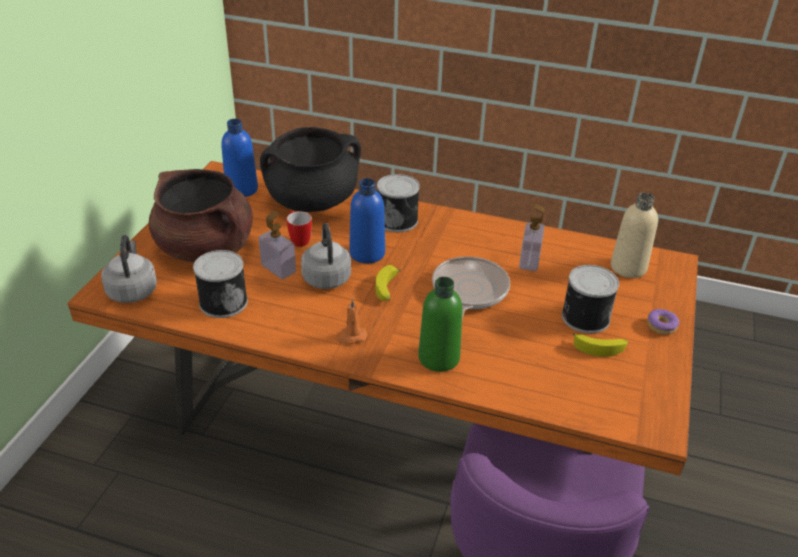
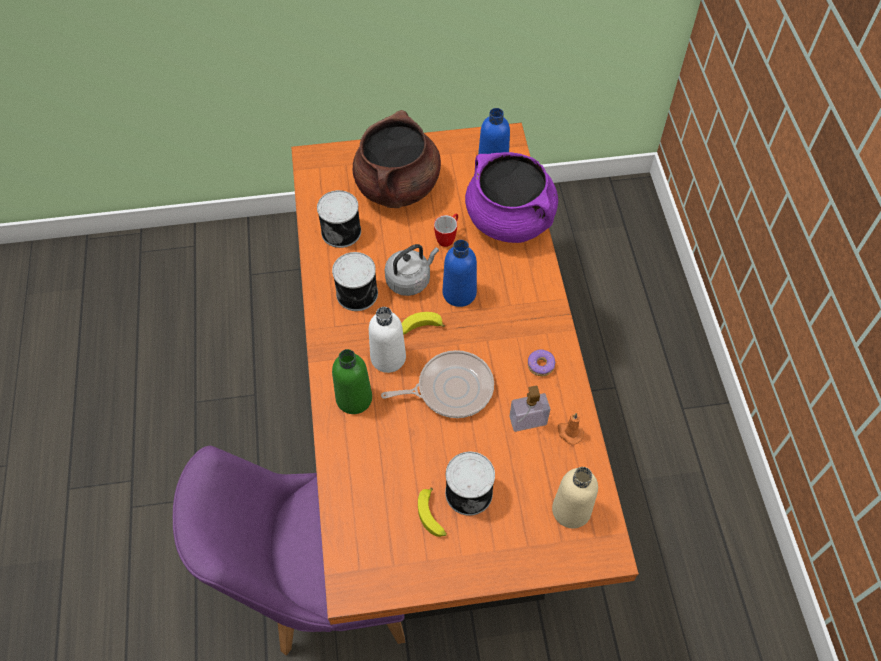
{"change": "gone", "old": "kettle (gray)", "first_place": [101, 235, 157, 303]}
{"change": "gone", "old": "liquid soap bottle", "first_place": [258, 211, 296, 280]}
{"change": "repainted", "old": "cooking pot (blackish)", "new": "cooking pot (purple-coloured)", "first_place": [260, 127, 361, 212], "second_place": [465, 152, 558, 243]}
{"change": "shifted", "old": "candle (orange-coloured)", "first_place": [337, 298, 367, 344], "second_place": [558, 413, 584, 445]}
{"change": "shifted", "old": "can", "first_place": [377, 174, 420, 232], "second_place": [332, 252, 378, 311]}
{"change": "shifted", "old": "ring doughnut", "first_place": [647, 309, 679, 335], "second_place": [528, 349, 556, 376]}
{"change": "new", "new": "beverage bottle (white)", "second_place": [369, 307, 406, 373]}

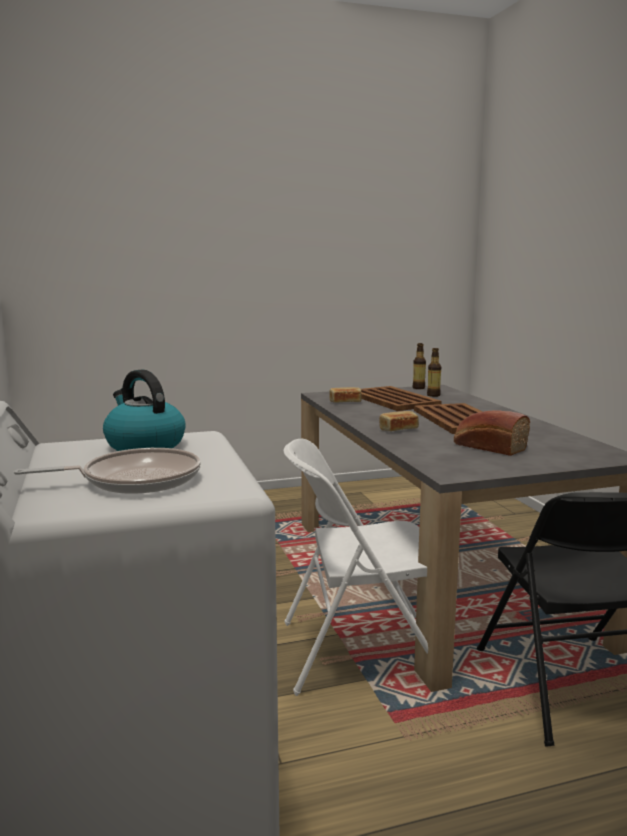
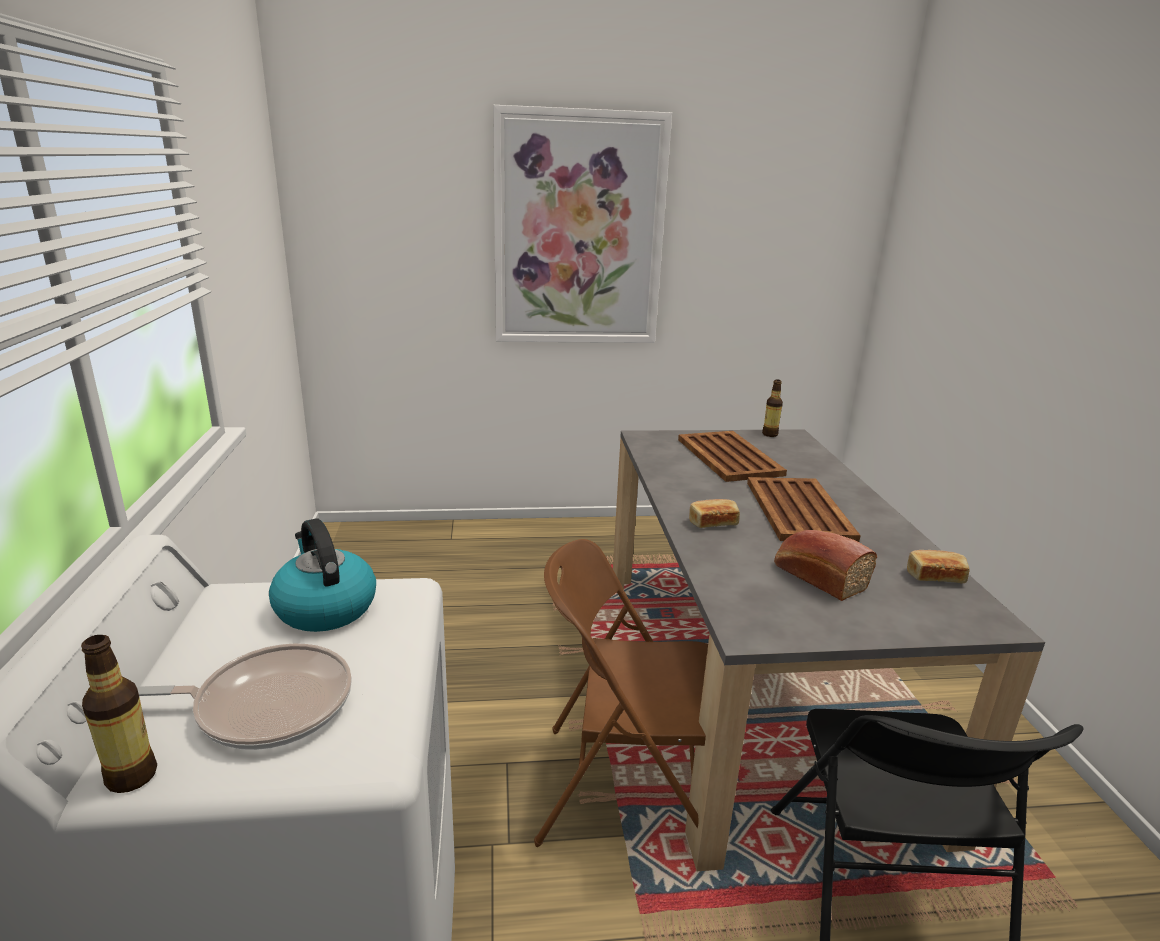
{"change": "repainted", "old": "chair (white)", "new": "chair (brown-coloured)", "first_place": [284, 439, 428, 696], "second_place": [534, 539, 708, 847]}
{"change": "shifted", "old": "bakery bread", "first_place": [329, 387, 362, 403], "second_place": [907, 550, 969, 583]}
{"change": "shifted", "old": "beverage bottle", "first_place": [427, 348, 441, 397], "second_place": [81, 635, 157, 793]}
{"change": "new", "new": "wall picture", "second_place": [493, 105, 672, 343]}

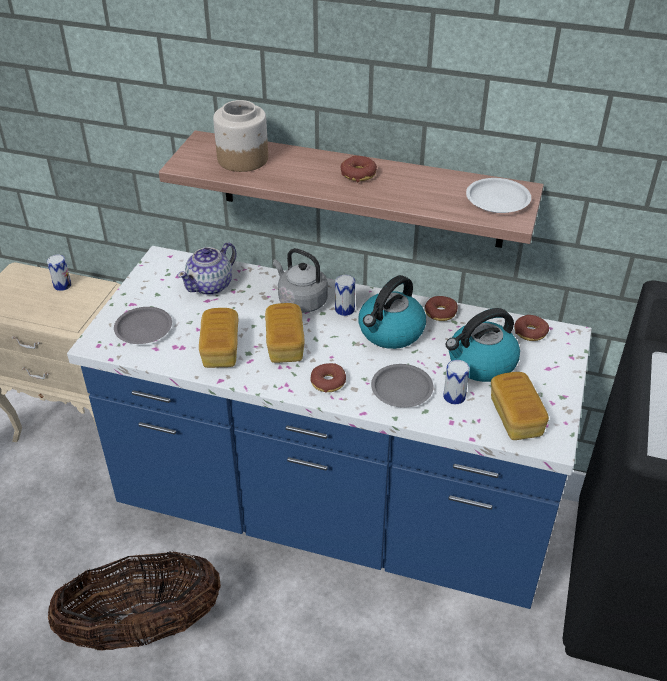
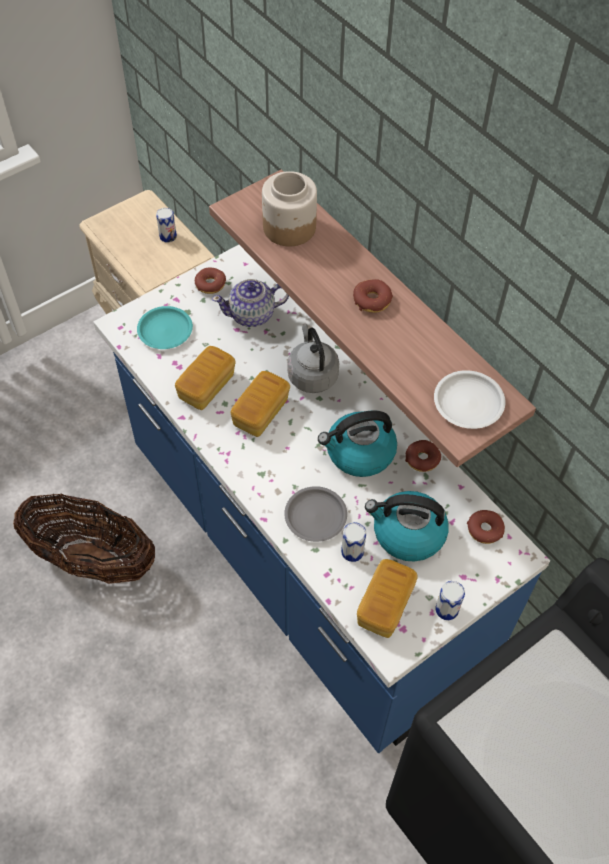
{"change": "repainted", "old": "dinner plate (gray)", "new": "dinner plate (turquoise)", "first_place": [114, 307, 172, 344], "second_place": [137, 306, 193, 349]}
{"change": "shifted", "old": "ring doughnut", "first_place": [310, 363, 346, 392], "second_place": [195, 267, 226, 294]}
{"change": "shifted", "old": "can", "first_place": [335, 275, 355, 316], "second_place": [436, 581, 465, 620]}

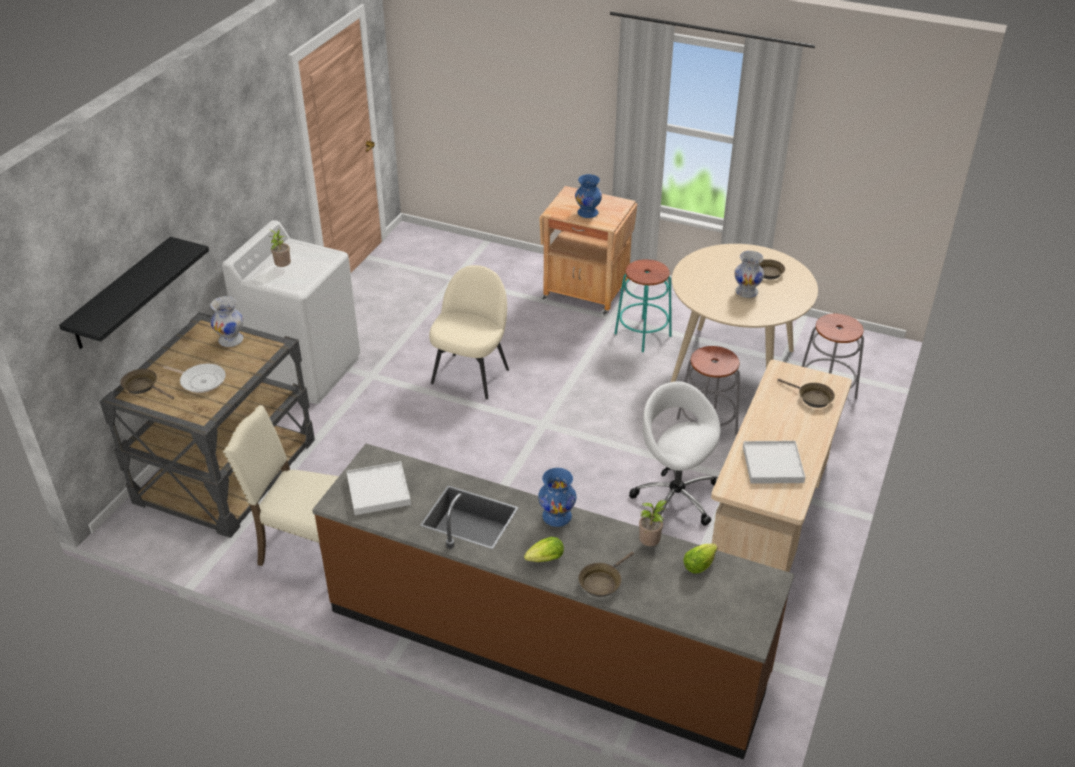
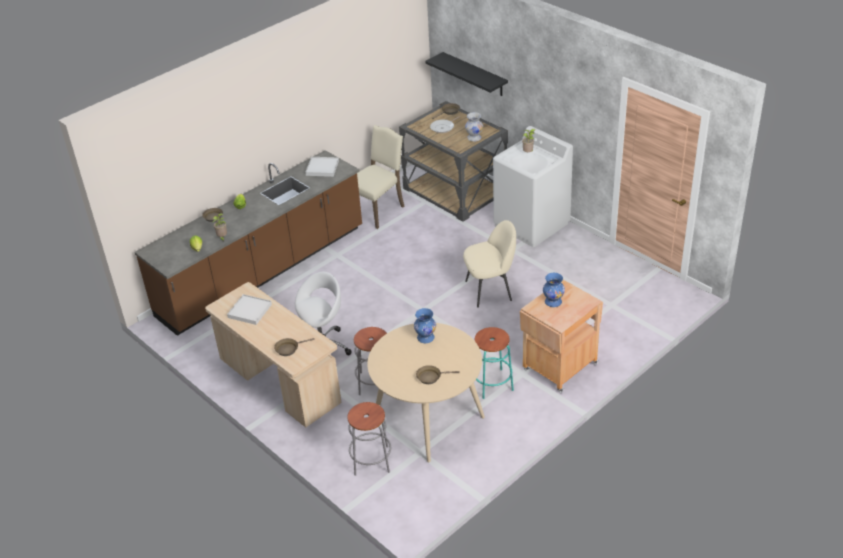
{"change": "rotated", "old": "chair (beige)", "first_place": [429, 265, 509, 400], "second_place": [463, 220, 516, 308], "degrees": -60}
{"change": "shifted", "old": "vase (blue-coloured)", "first_place": [538, 468, 577, 527], "second_place": [414, 308, 436, 343]}
{"change": "gone", "old": "vase (white)", "first_place": [734, 251, 764, 298]}

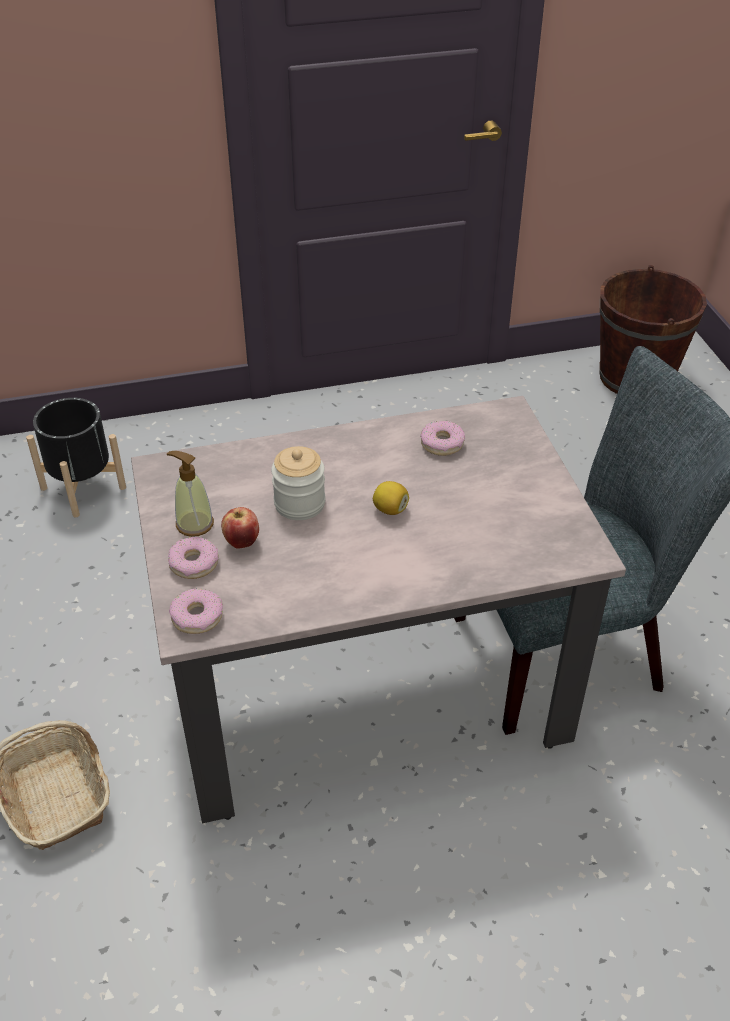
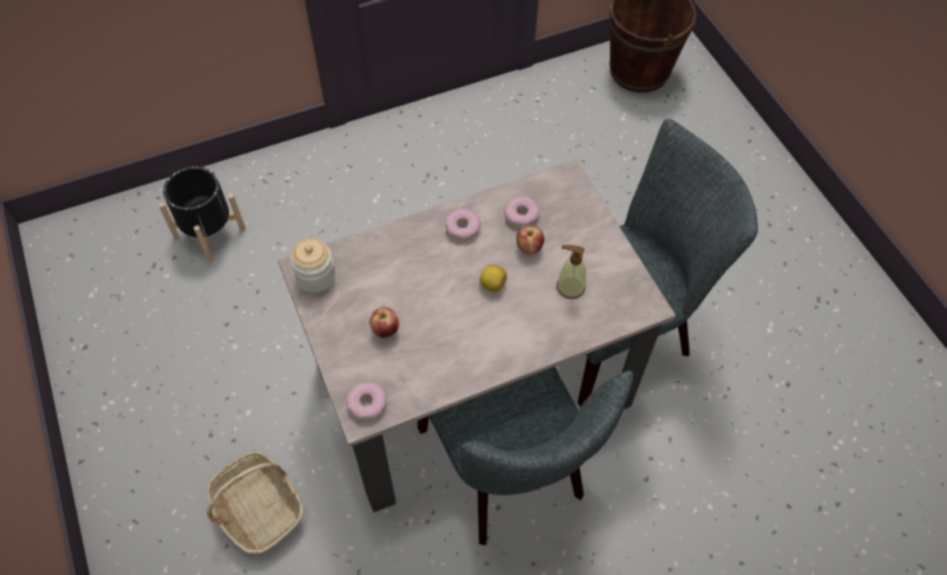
{"change": "shifted", "old": "liquid soap bottle", "first_place": [167, 451, 214, 537], "second_place": [556, 245, 586, 299]}
{"change": "shifted", "old": "ring doughnut", "first_place": [168, 537, 218, 579], "second_place": [445, 209, 481, 241]}
{"change": "shifted", "old": "storage jar", "first_place": [271, 446, 325, 520], "second_place": [290, 238, 336, 293]}
{"change": "new", "new": "chair (gray)", "second_place": [417, 367, 633, 545]}
{"change": "new", "new": "apple", "second_place": [516, 226, 544, 254]}

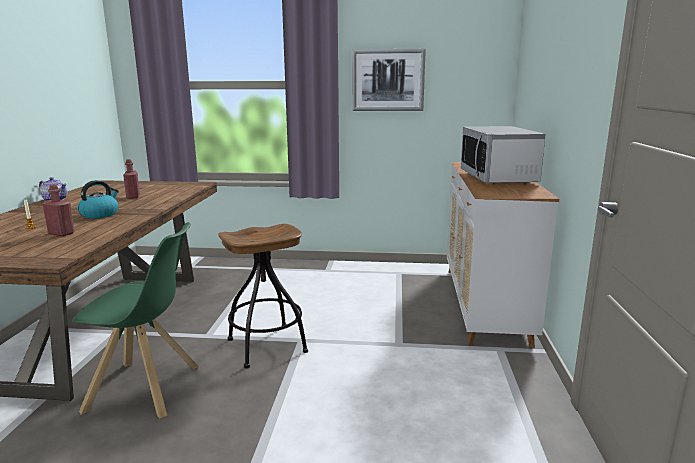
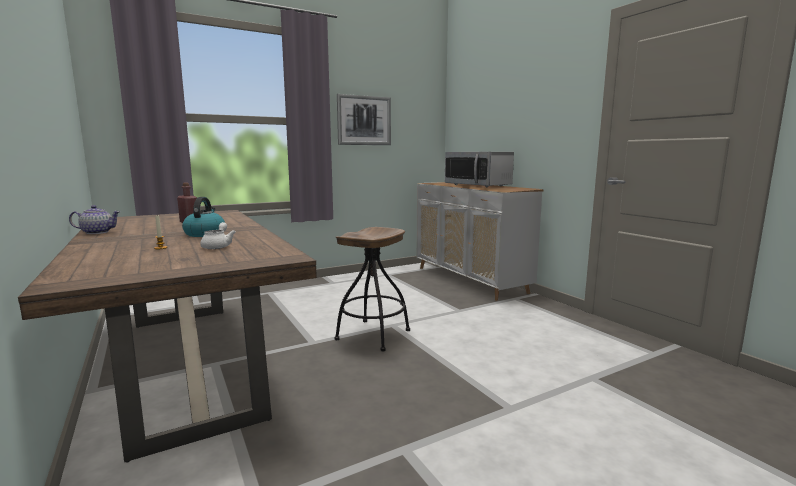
{"change": "swapped", "old": "beverage bottle (red)", "new": "teapot (white)", "first_place": [43, 185, 75, 236], "second_place": [200, 222, 236, 249]}
{"change": "gone", "old": "chair (green-coloured)", "first_place": [72, 222, 199, 419]}

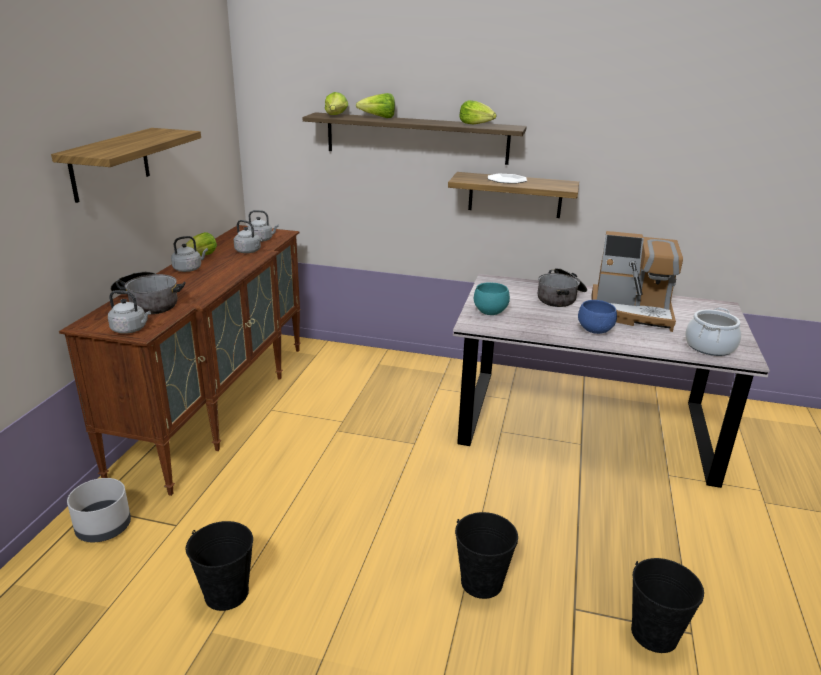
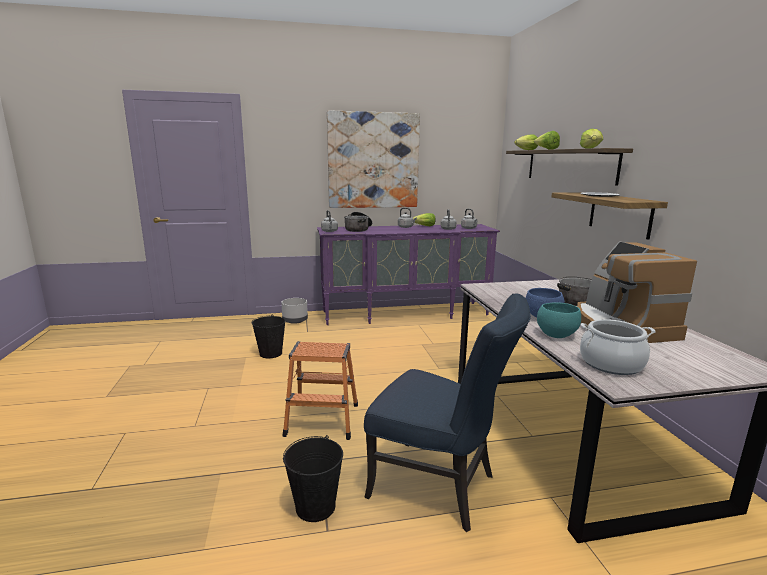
{"change": "swapped", "old": "bracket shelf", "new": "wall picture", "first_place": [51, 128, 201, 203], "second_place": [327, 110, 420, 208]}
{"change": "repainted", "old": "storage cabinet (brown-coloured)", "new": "storage cabinet (purple-coloured)", "first_place": [59, 225, 301, 496], "second_place": [317, 224, 500, 325]}
{"change": "swapped", "old": "bucket (blackish)", "new": "step stool (orange-coloured)", "first_place": [455, 512, 518, 599], "second_place": [283, 341, 358, 440]}
{"change": "shifted", "old": "serving bowl (turquoise)", "first_place": [474, 282, 510, 315], "second_place": [537, 302, 581, 338]}
{"change": "new", "new": "chair (blue-coloured)", "second_place": [364, 294, 531, 532]}

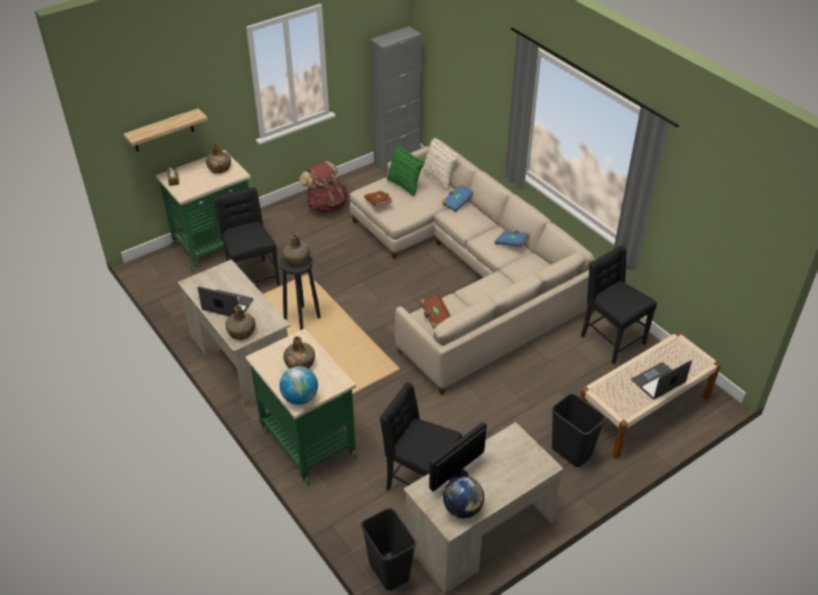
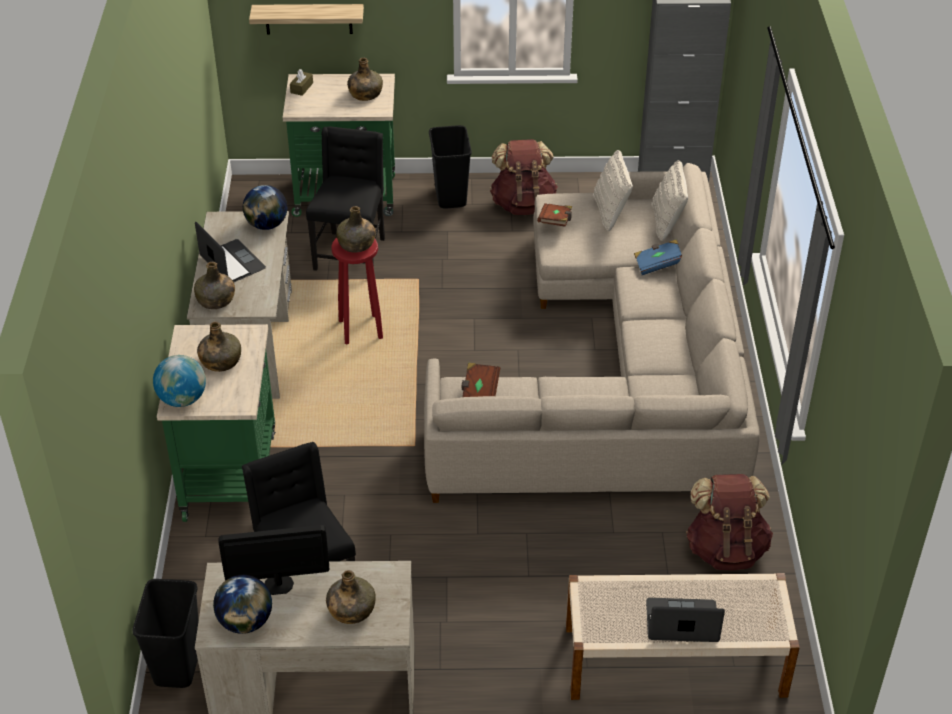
{"change": "repainted", "old": "stool seat (blackish)", "new": "stool seat (red)", "first_place": [280, 256, 321, 330], "second_place": [331, 238, 383, 344]}
{"change": "repainted", "old": "cushion (green-coloured)", "new": "cushion (beige)", "first_place": [387, 145, 425, 196], "second_place": [593, 150, 633, 231]}
{"change": "gone", "old": "bound book (blue-coloured)", "first_place": [495, 230, 530, 247]}
{"change": "shifted", "old": "waste bin (blackish)", "first_place": [552, 393, 606, 467], "second_place": [429, 125, 472, 209]}
{"change": "swapped", "old": "chair (blackish)", "new": "knapsack (brown-coloured)", "first_place": [581, 245, 657, 364], "second_place": [686, 474, 773, 570]}
{"change": "new", "new": "desk globe", "second_place": [243, 185, 287, 230]}
{"change": "new", "new": "beverage bottle (green-coloured)", "second_place": [326, 570, 376, 624]}

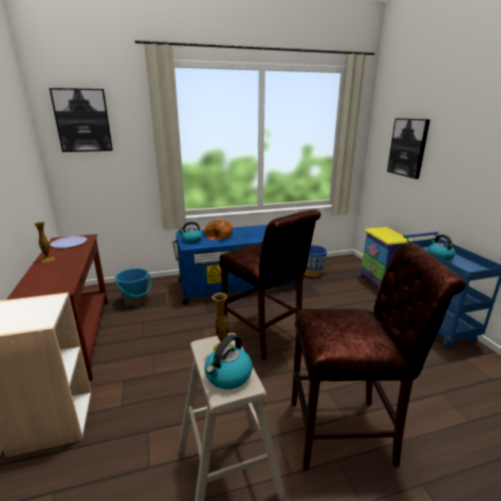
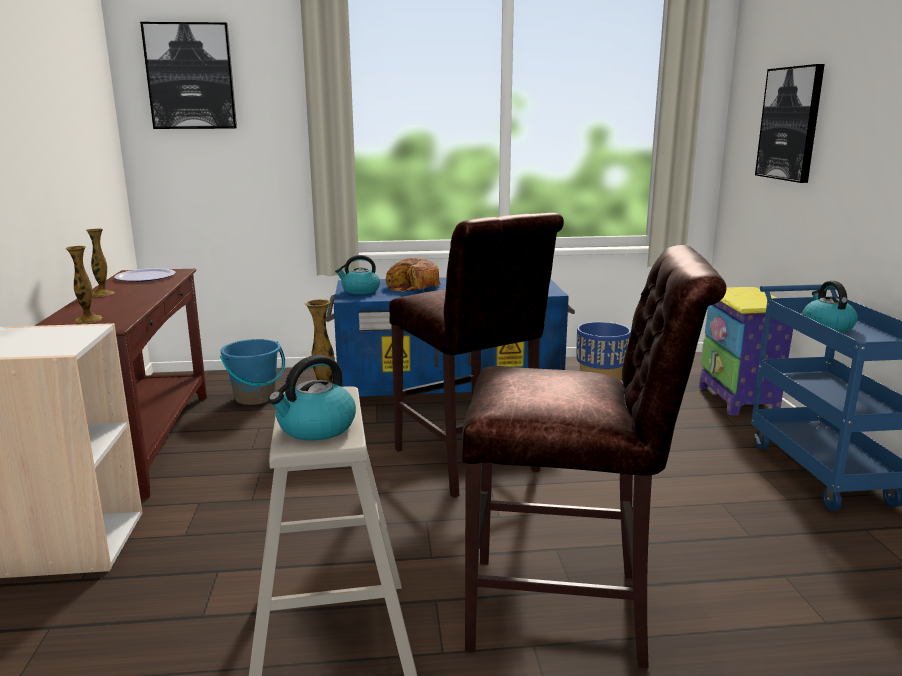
{"change": "new", "new": "vase", "second_place": [66, 246, 103, 323]}

